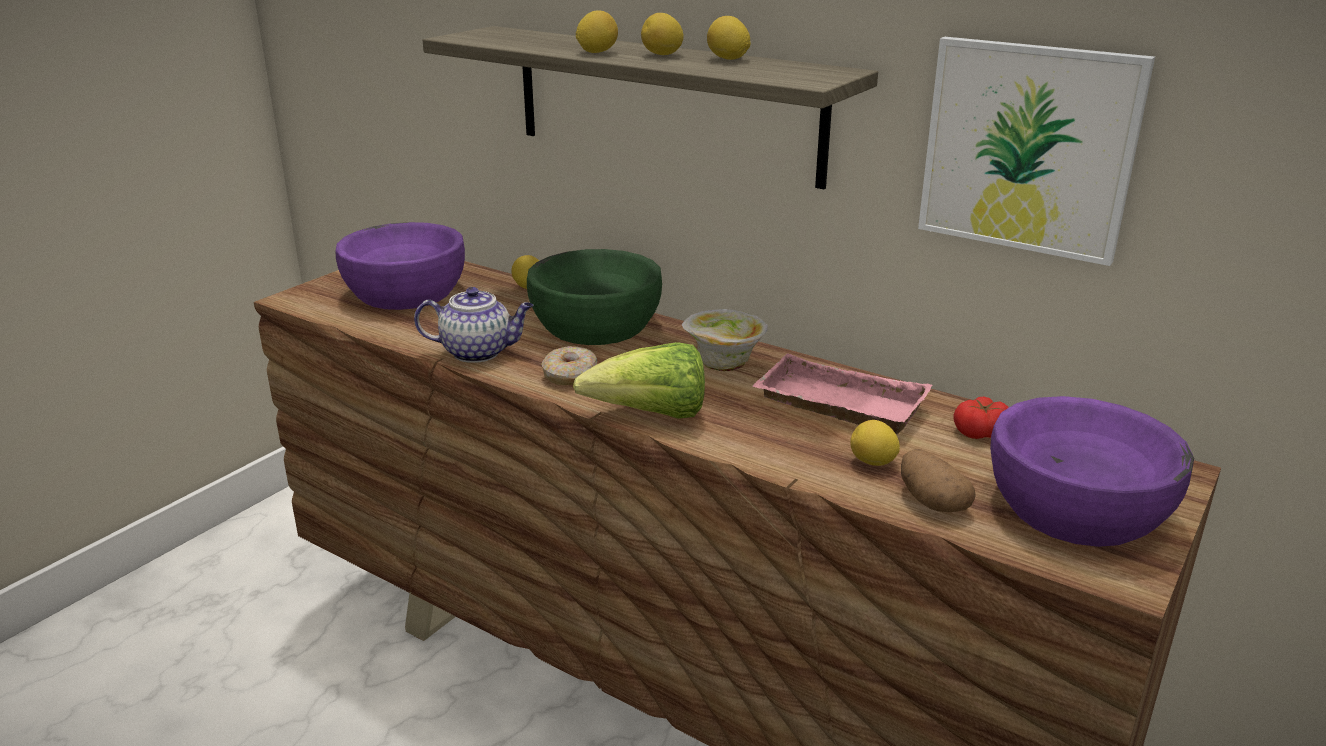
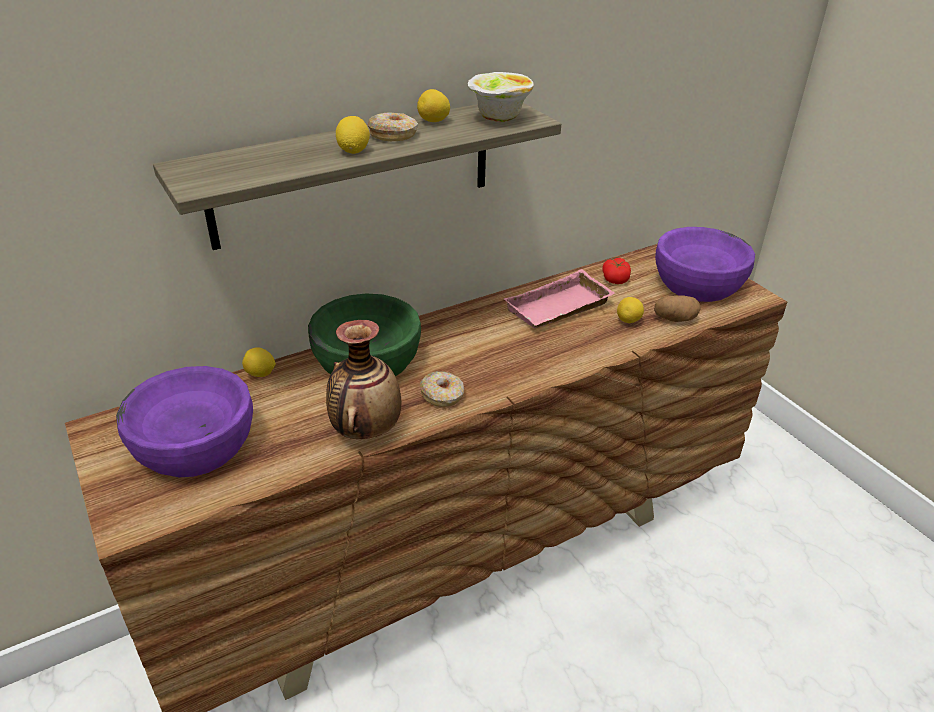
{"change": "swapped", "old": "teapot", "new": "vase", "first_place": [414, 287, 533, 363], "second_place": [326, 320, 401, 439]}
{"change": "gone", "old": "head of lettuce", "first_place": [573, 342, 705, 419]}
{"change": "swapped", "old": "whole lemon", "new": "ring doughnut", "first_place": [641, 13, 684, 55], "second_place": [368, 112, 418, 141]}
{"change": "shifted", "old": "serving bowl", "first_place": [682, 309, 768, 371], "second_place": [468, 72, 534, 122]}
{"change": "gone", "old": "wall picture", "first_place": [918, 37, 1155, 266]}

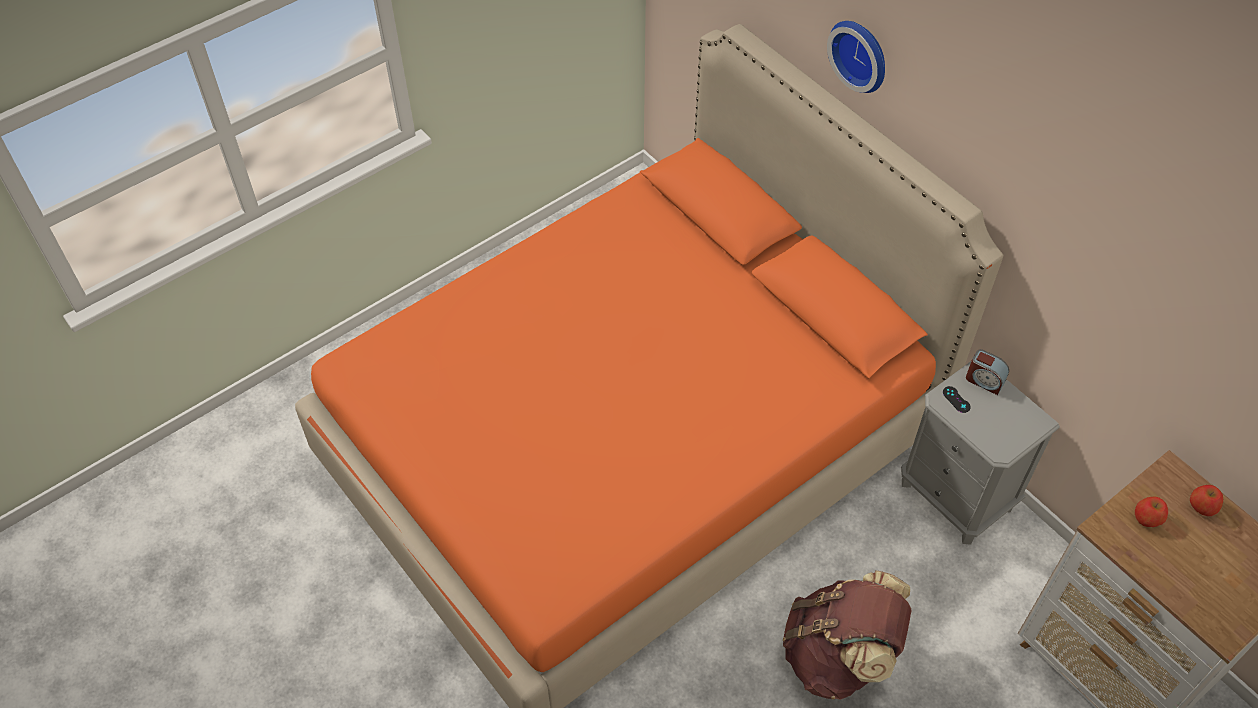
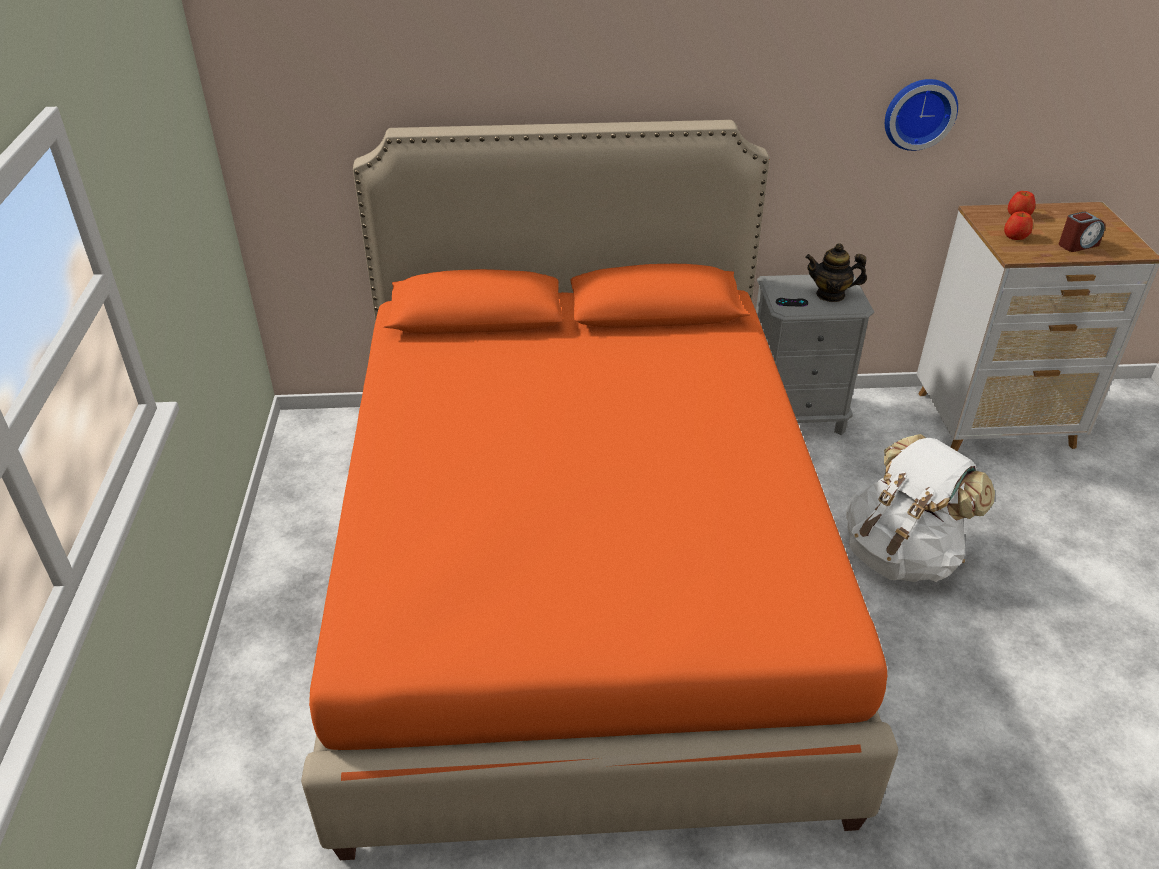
{"change": "repainted", "old": "knapsack (brown-coloured)", "new": "knapsack (white)", "first_place": [783, 570, 912, 700], "second_place": [846, 434, 995, 582]}
{"change": "shifted", "old": "clock on the wall", "first_place": [827, 21, 885, 93], "second_place": [885, 79, 958, 151]}
{"change": "shifted", "old": "table clock", "first_place": [966, 349, 1009, 395], "second_place": [1059, 212, 1105, 252]}
{"change": "new", "new": "teapot", "second_place": [805, 243, 867, 302]}

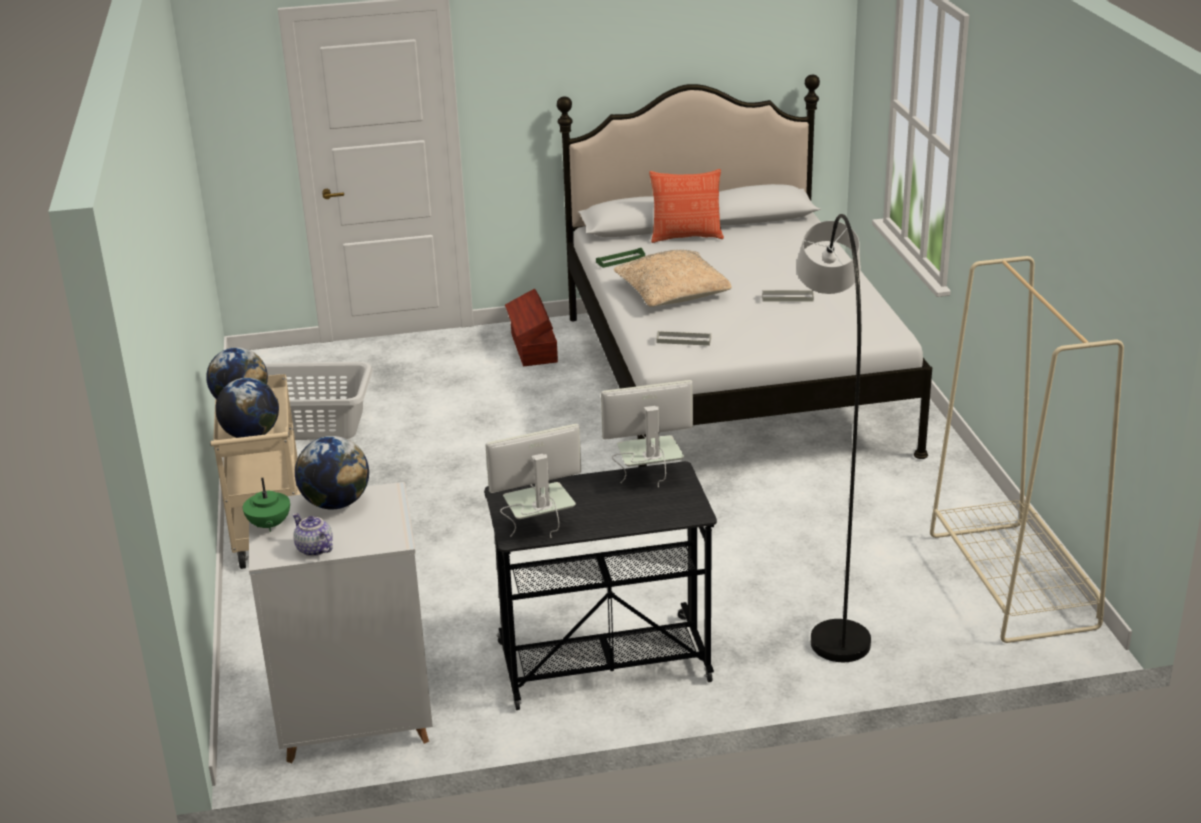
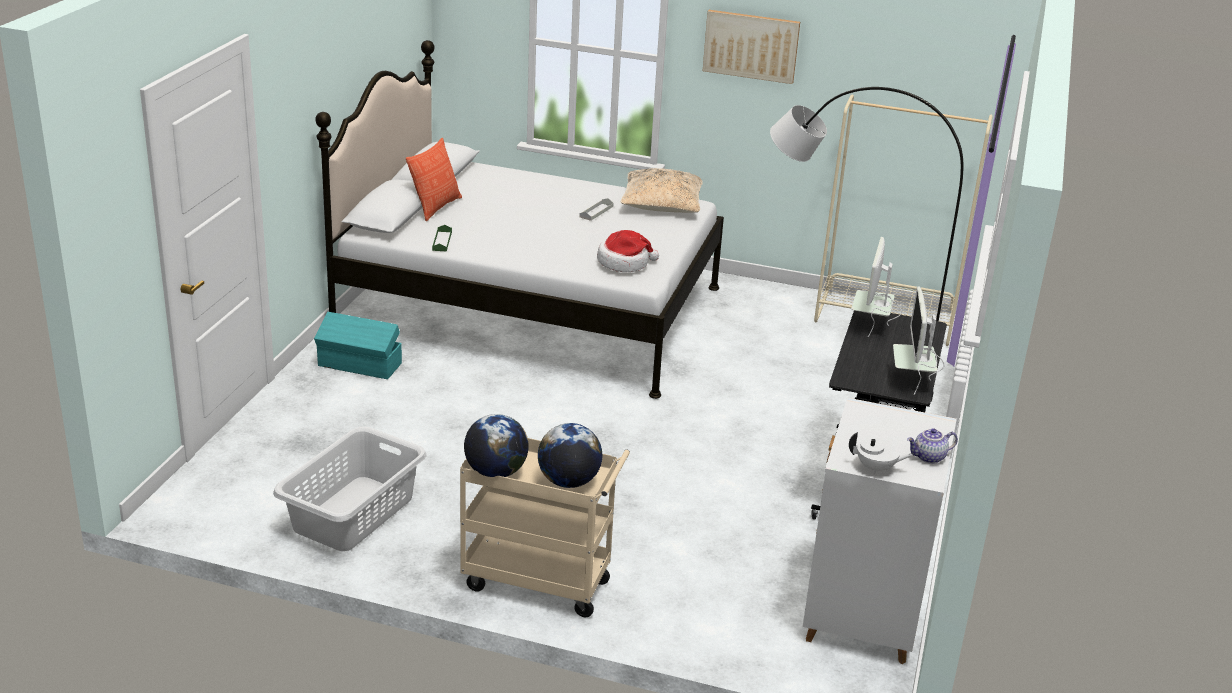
{"change": "repainted", "old": "teapot (green-coloured)", "new": "teapot (white)", "first_place": [243, 478, 290, 532], "second_place": [849, 432, 913, 474]}
{"change": "gone", "old": "desk globe", "first_place": [295, 436, 369, 510]}
{"change": "repainted", "old": "storage container (brown-coloured)", "new": "storage container (turquoise)", "first_place": [505, 289, 558, 366], "second_place": [314, 312, 402, 379]}
{"change": "shifted", "old": "cushion (beige)", "first_place": [614, 249, 732, 307], "second_place": [620, 168, 703, 213]}
{"change": "swapped", "old": "serving tray (gray)", "new": "hat", "first_place": [656, 331, 711, 346], "second_place": [597, 230, 659, 272]}
{"change": "new", "new": "wall picture", "second_place": [703, 10, 800, 84]}

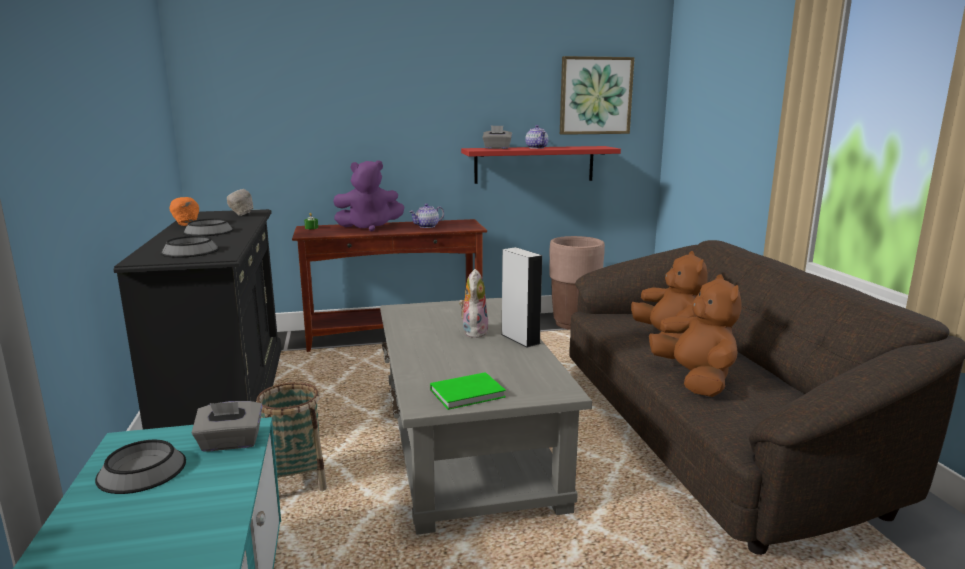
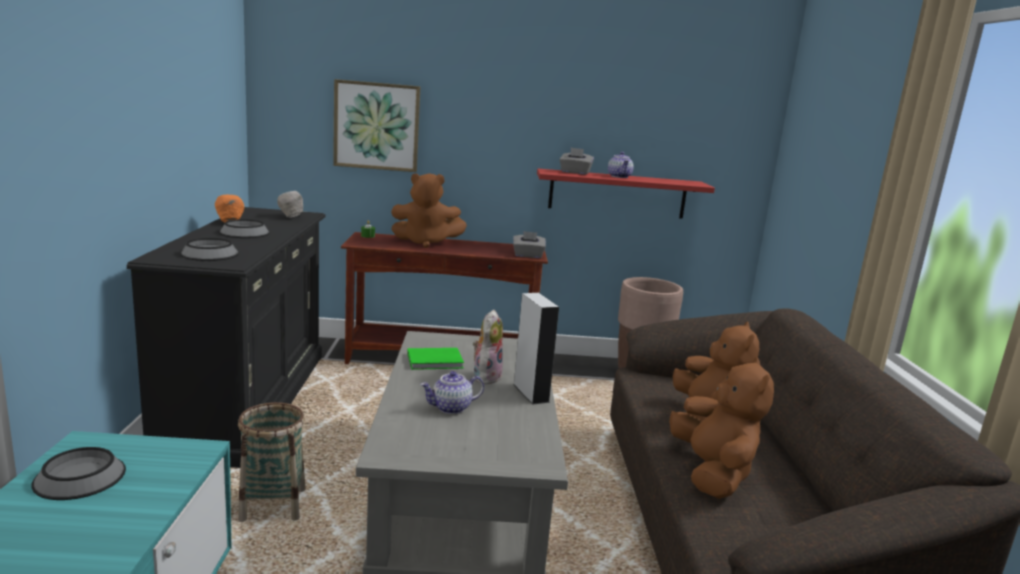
{"change": "shifted", "old": "tissue box (gray)", "first_place": [192, 401, 262, 451], "second_place": [513, 231, 546, 258]}
{"change": "repainted", "old": "cuddly toy (purple-coloured)", "new": "cuddly toy (brown-coloured)", "first_place": [333, 160, 404, 231], "second_place": [391, 173, 467, 248]}
{"change": "shifted", "old": "teapot", "first_place": [409, 203, 444, 228], "second_place": [420, 371, 484, 414]}
{"change": "shifted", "old": "bound book (green-coloured)", "first_place": [430, 372, 506, 410], "second_place": [407, 348, 464, 370]}
{"change": "shifted", "old": "wall picture", "first_place": [560, 56, 635, 135], "second_place": [333, 79, 420, 172]}

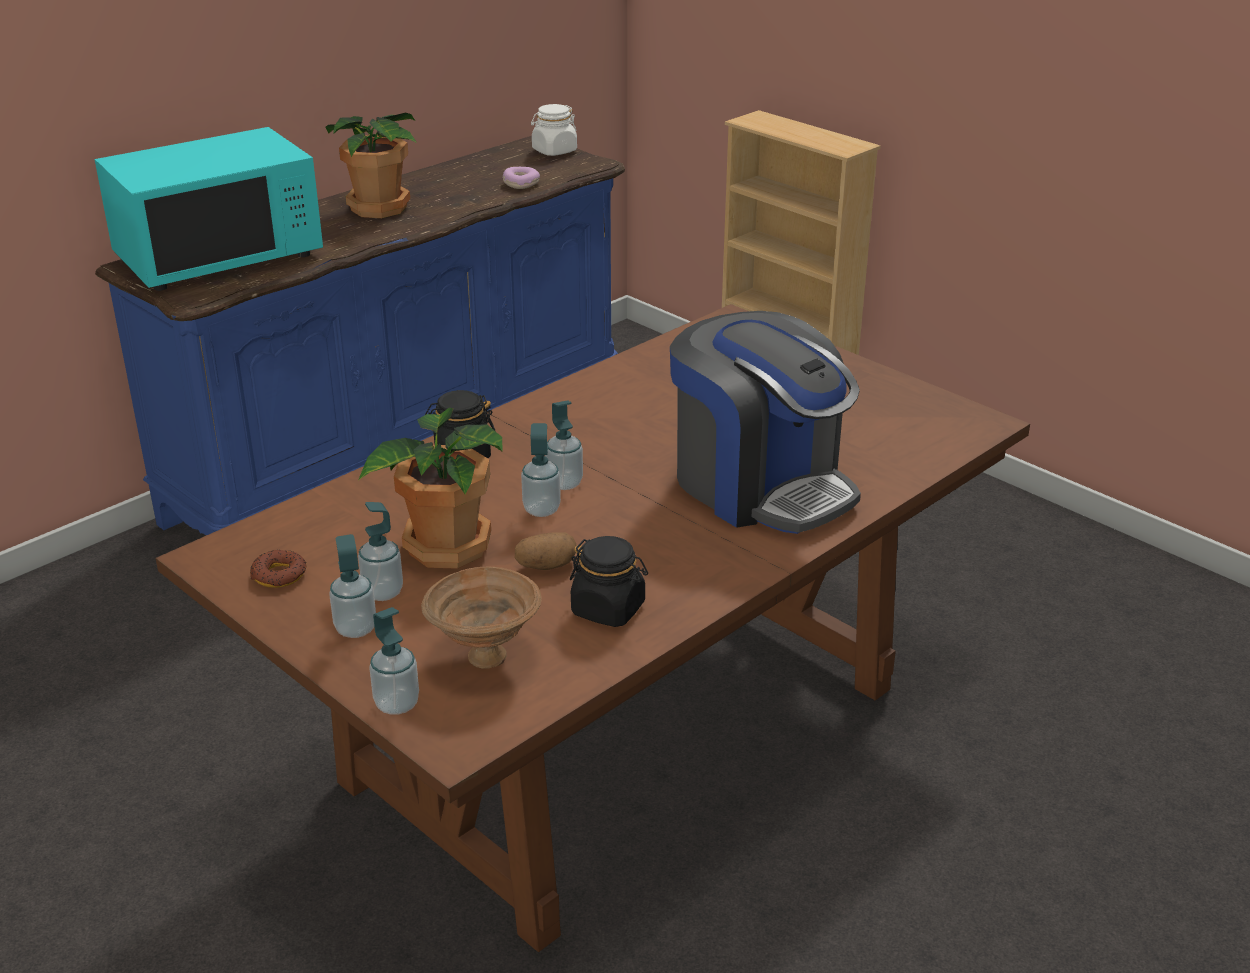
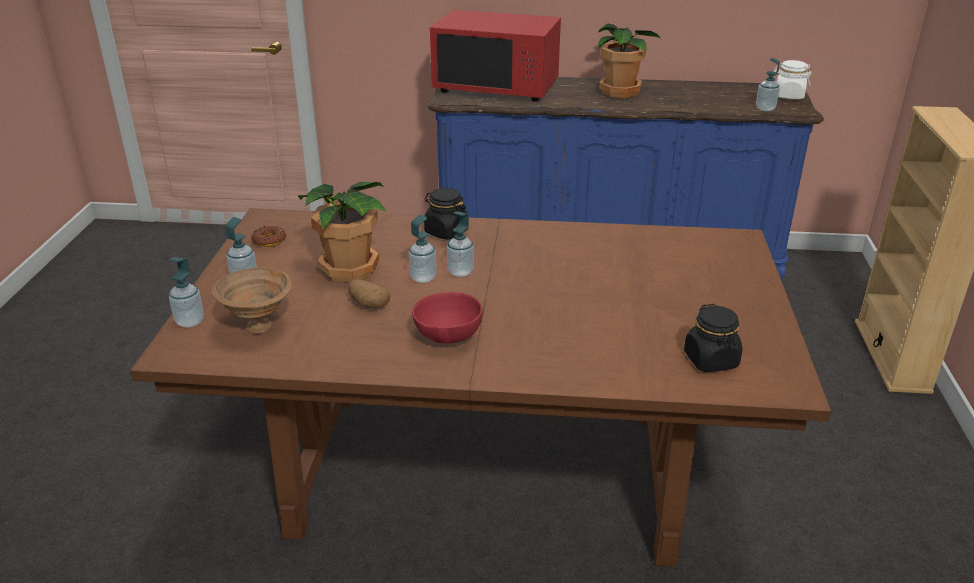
{"change": "repainted", "old": "microwave (turquoise)", "new": "microwave (red)", "first_place": [95, 127, 323, 291], "second_place": [430, 10, 561, 102]}
{"change": "shifted", "old": "liquid soap bottle", "first_place": [358, 502, 403, 601], "second_place": [756, 58, 780, 111]}
{"change": "gone", "old": "ring doughnut", "first_place": [502, 167, 540, 189]}
{"change": "shifted", "old": "storage jar (blackish)", "first_place": [570, 536, 648, 627], "second_place": [684, 304, 742, 372]}
{"change": "gone", "old": "coffee brewer", "first_place": [670, 311, 861, 534]}
{"change": "new", "new": "serving bowl (red)", "second_place": [412, 292, 483, 343]}

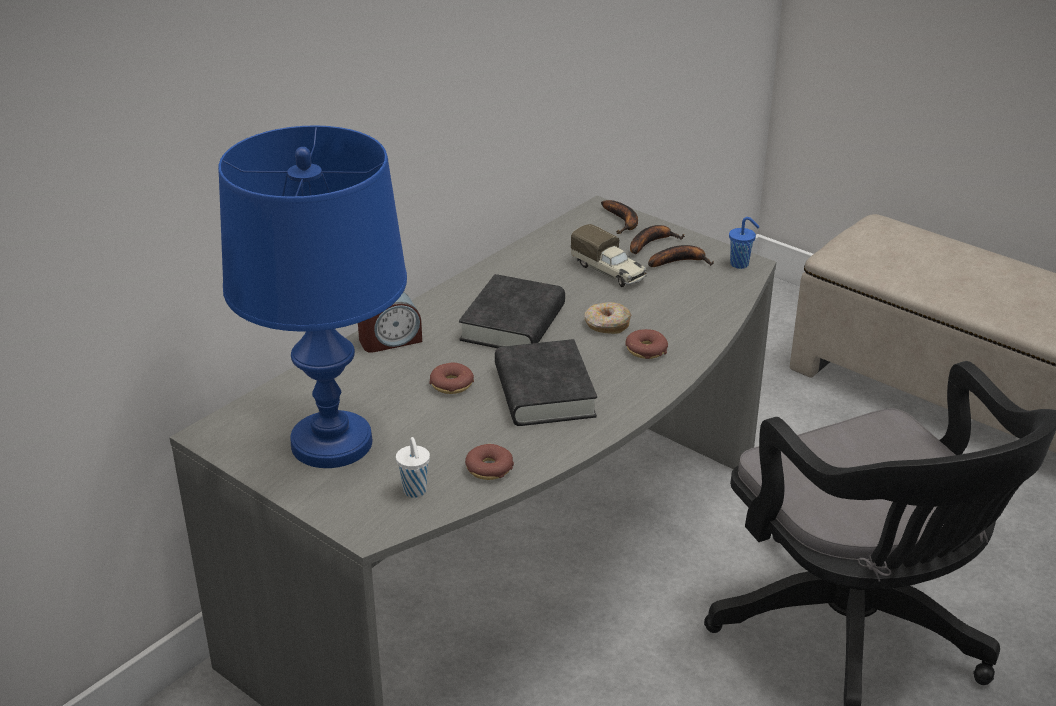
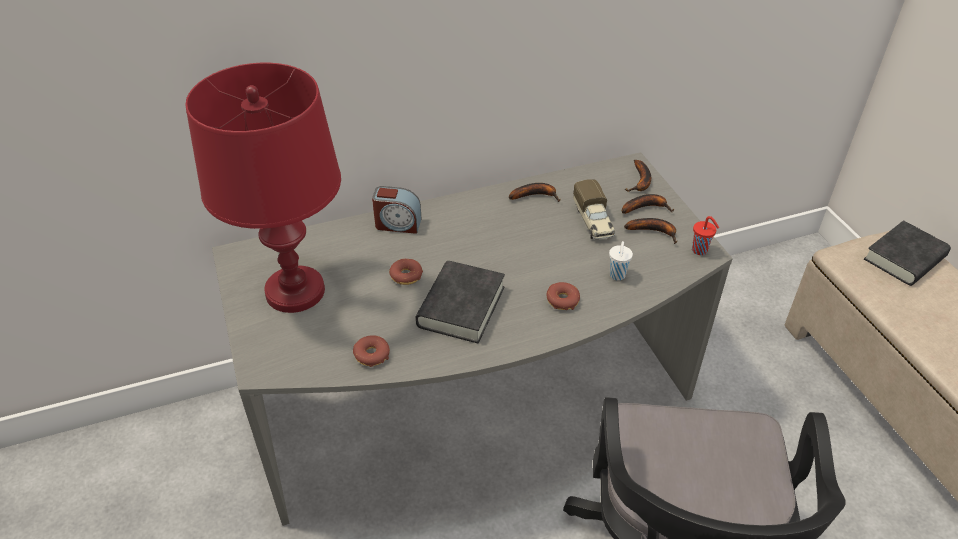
{"change": "repainted", "old": "table lamp (blue-coloured)", "new": "table lamp (red)", "first_place": [218, 125, 407, 468], "second_place": [185, 63, 341, 313]}
{"change": "shifted", "old": "cup (white)", "first_place": [396, 437, 430, 498], "second_place": [609, 241, 633, 280]}
{"change": "shifted", "old": "bound book (blackish)", "first_place": [459, 274, 565, 348], "second_place": [864, 220, 951, 286]}
{"change": "gone", "old": "ring doughnut", "first_place": [585, 302, 632, 334]}
{"change": "repainted", "old": "cup (blue-coloured)", "new": "cup (red)", "first_place": [729, 217, 760, 269], "second_place": [692, 216, 719, 255]}
{"change": "new", "new": "whole banana", "second_place": [509, 183, 560, 202]}

